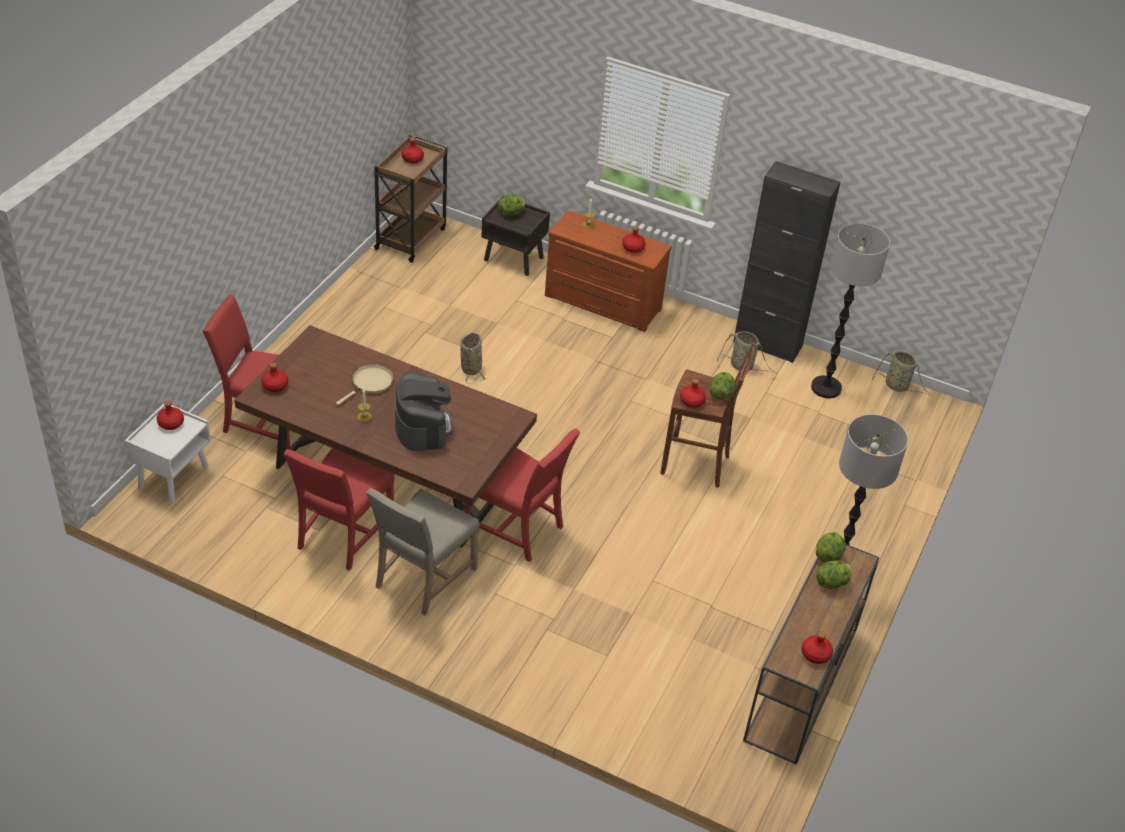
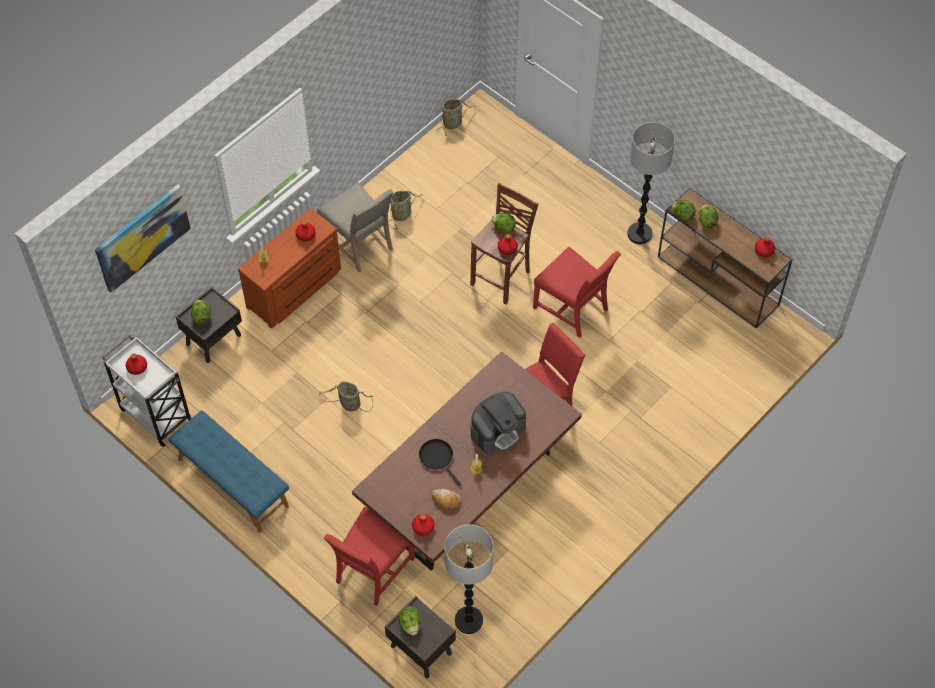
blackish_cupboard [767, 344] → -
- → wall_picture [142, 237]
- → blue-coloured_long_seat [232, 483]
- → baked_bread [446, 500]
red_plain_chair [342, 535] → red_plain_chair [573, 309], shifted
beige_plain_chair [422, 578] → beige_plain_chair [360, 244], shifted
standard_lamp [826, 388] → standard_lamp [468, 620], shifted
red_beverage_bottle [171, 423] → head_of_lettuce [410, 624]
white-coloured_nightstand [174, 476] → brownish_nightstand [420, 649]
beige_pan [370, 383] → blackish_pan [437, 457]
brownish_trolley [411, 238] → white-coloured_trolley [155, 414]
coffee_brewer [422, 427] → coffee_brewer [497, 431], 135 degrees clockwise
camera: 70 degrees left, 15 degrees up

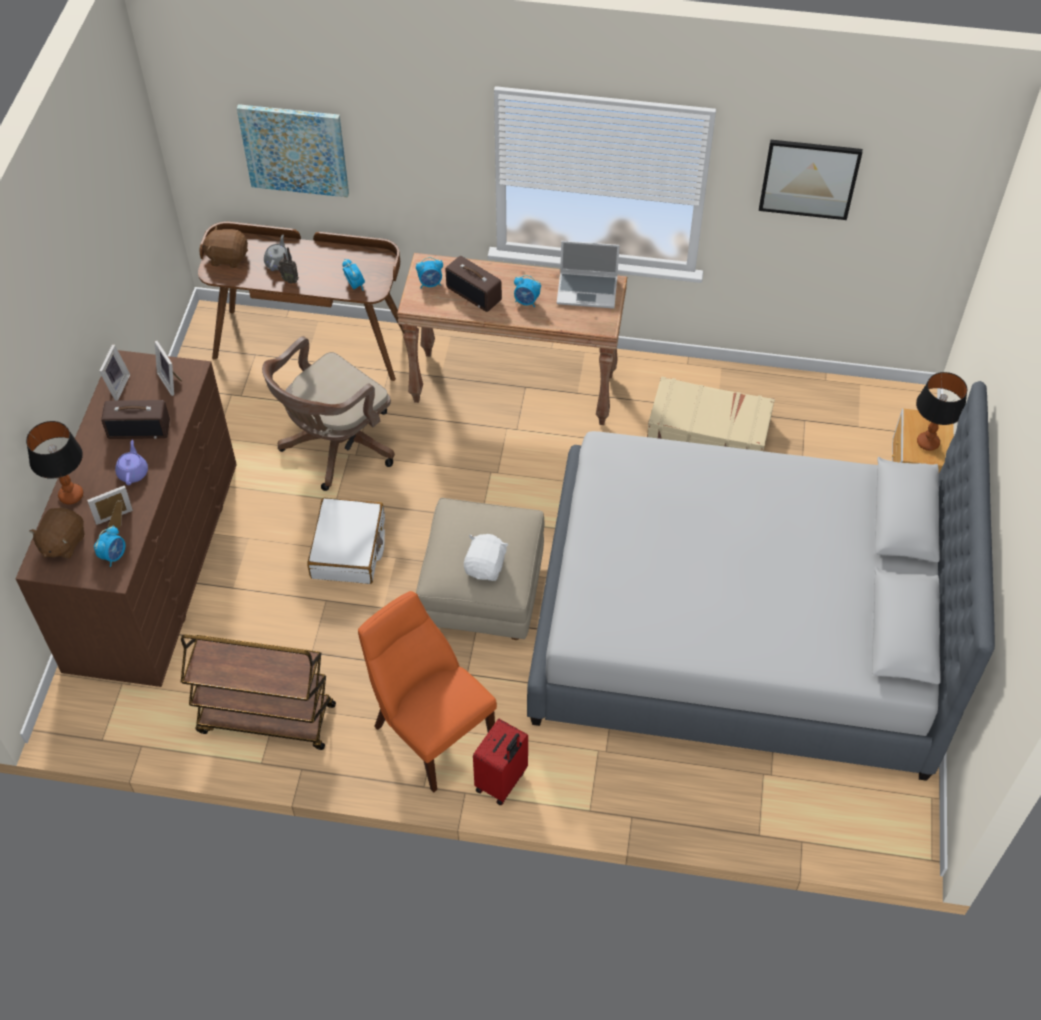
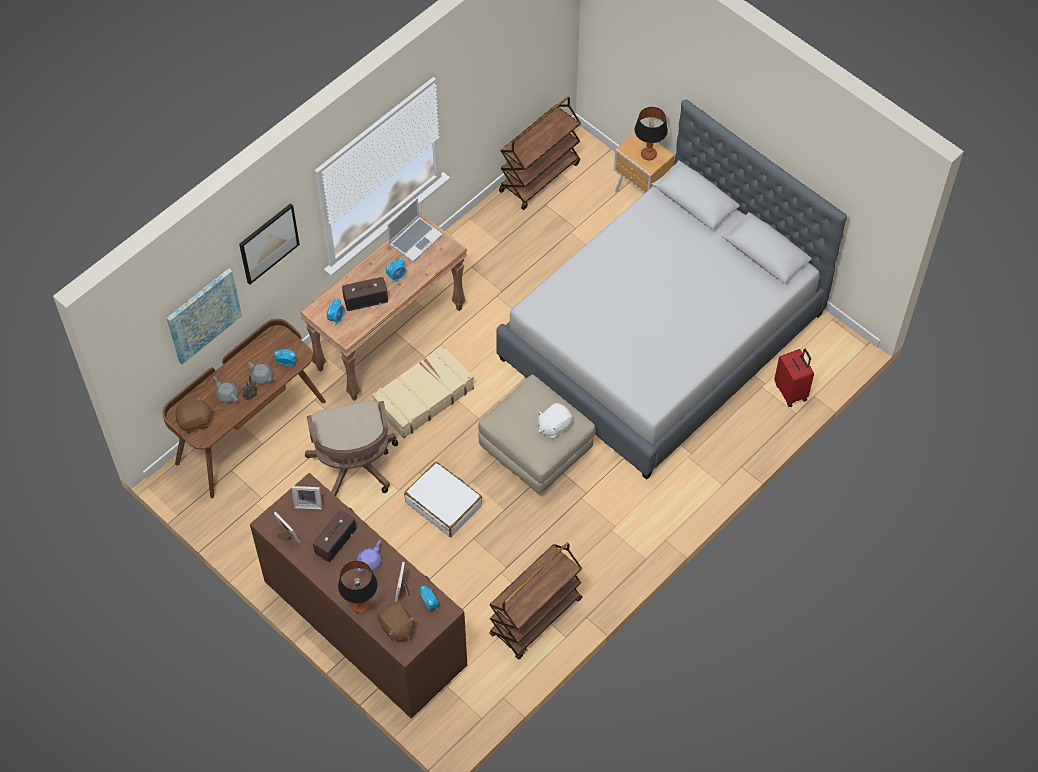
orangey_plain_chair [430, 731] → -
- → gray_pot_for_tea [262, 377]
- → brownish_trolley [539, 176]
red_piece_of_luggage [502, 781] → red_piece_of_luggage [791, 391], shifted
beige_piece_of_luggage [708, 429] → beige_piece_of_luggage [423, 397], shifted
wall_picture [809, 179] → wall_picture [268, 243], shifted
purple_pot_for_tea [133, 472] → purple_pot_for_tea [369, 561], 90 degrees clockwise
brownish_plush_toy [228, 257] → brownish_plush_toy [195, 422], 150 degrees counterclockwise
white-coloured_plush_toy [485, 567] → white-coloured_plush_toy [554, 426], 90 degrees counterclockwise
camera: 55 degrees left, 5 degrees up

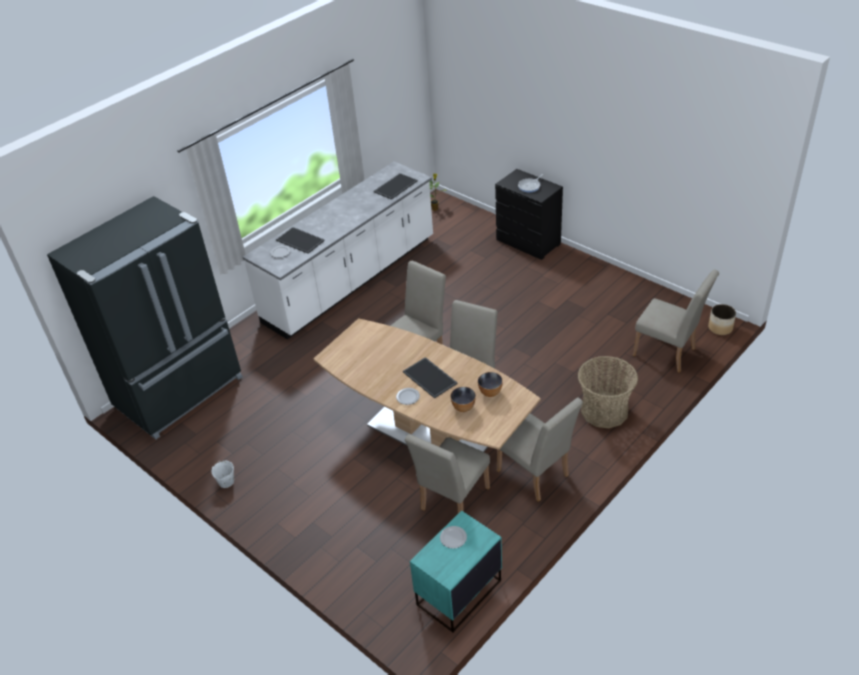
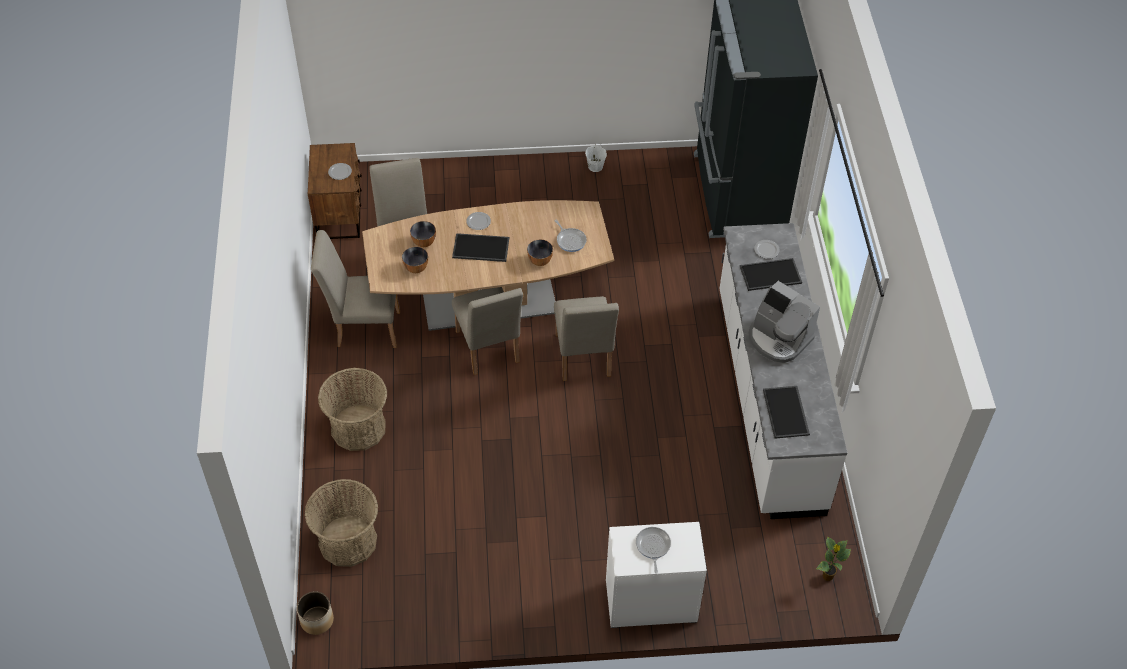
- → bowl [540, 261]
- → pan [570, 240]
- → coffee_brewer [778, 339]
beige_plain_chair [668, 354] → basket [347, 541]
turquoise-coloured_nightstand [458, 593] → brownish_nightstand [340, 214]
blackish_drawer_chest [528, 242] → white-coloured_drawer_chest [650, 601]
camera: 130 degrees right, 10 degrees up

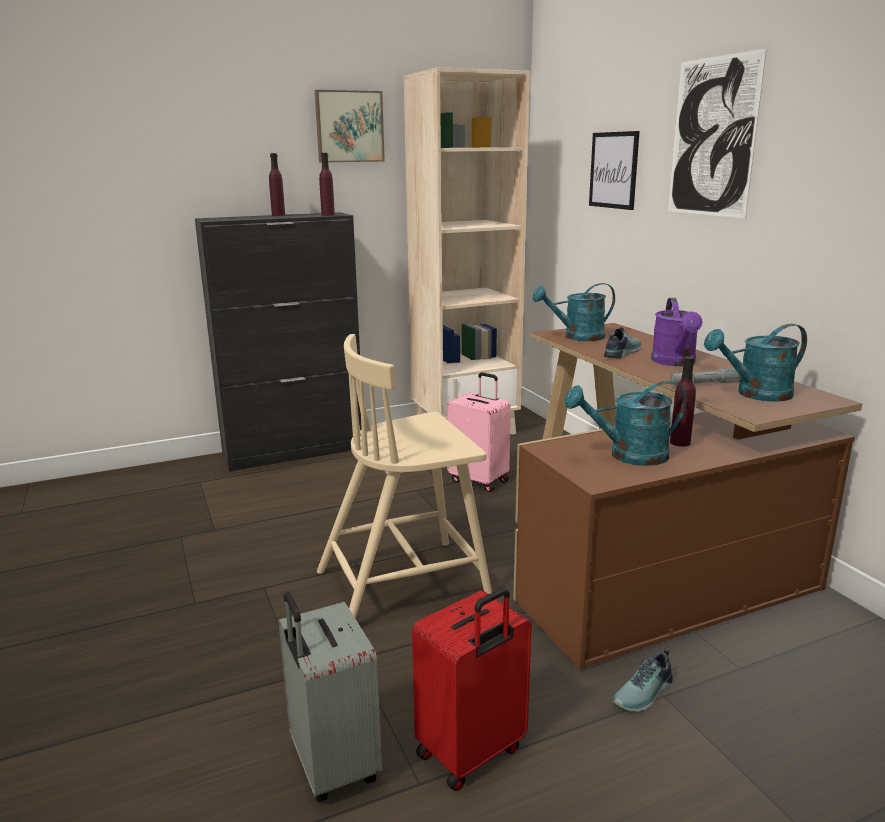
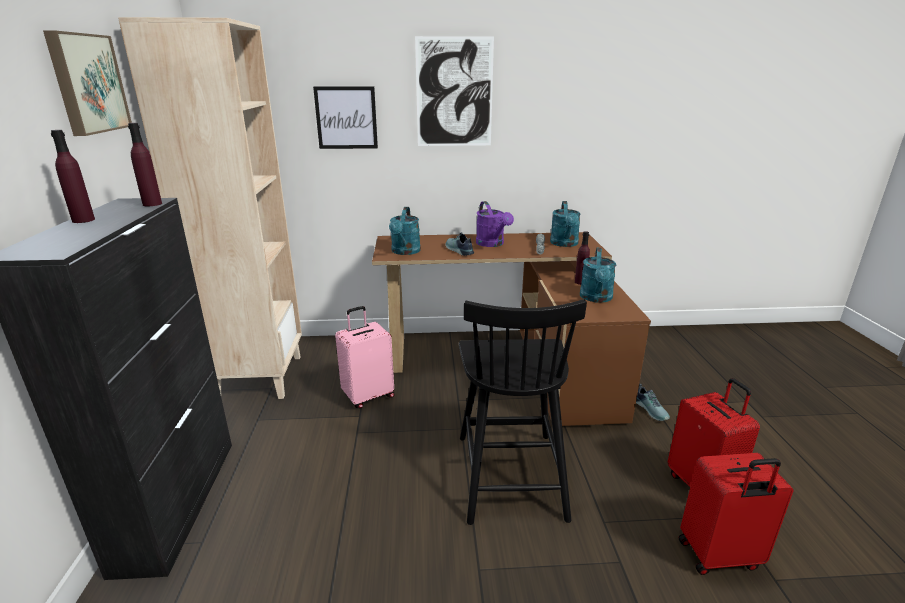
gray_piece_of_luggage [331, 765] → red_piece_of_luggage [719, 556]
beige_plain_chair [405, 583] → blackish_plain_chair [510, 473]
purple_watering_pot [675, 362] → purple_watering_pot [492, 244], 45 degrees clockwise
camera: 70 degrees left, 5 degrees up

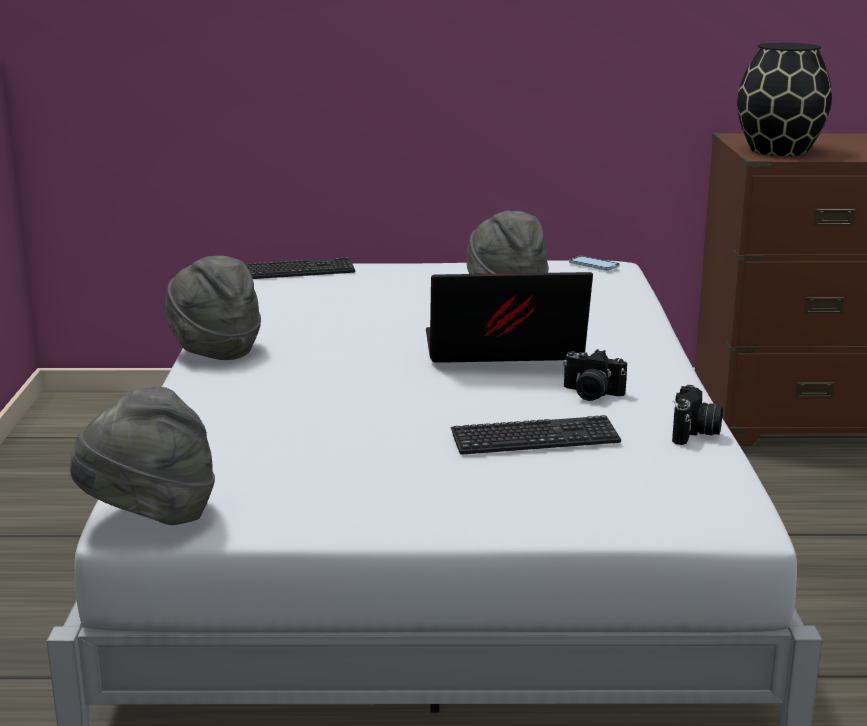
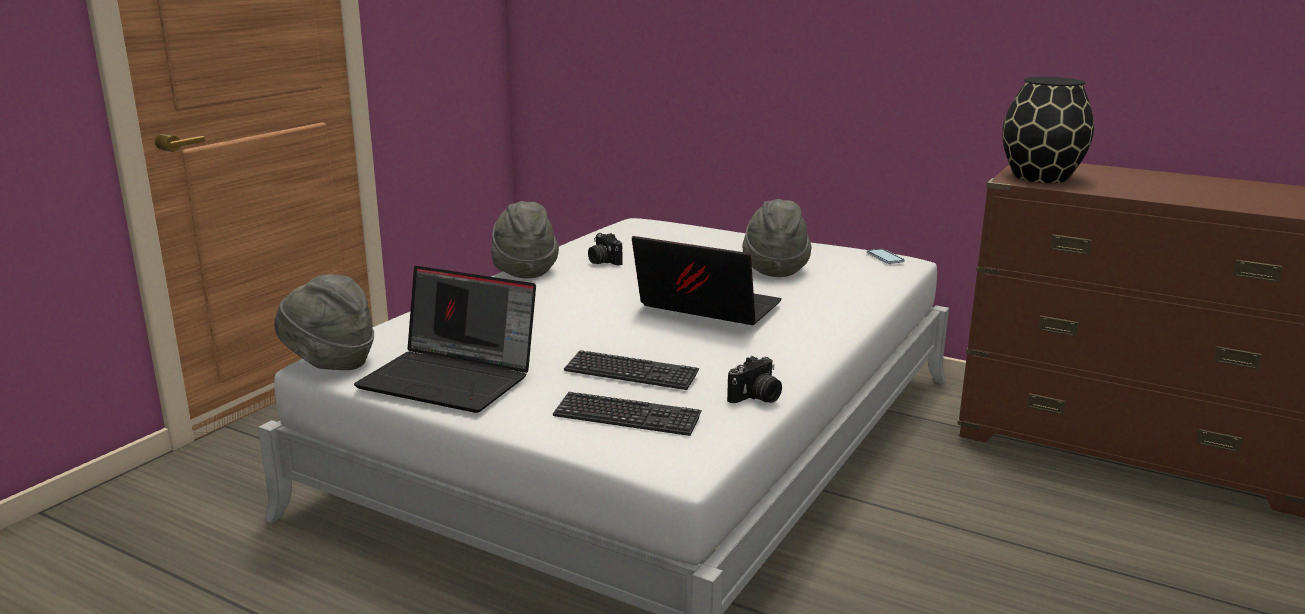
- → portable_computer [452, 379]
computer_keyboard [297, 271] → computer_keyboard [627, 417], shifted
photo_camera [591, 394] → photo_camera [603, 261], shifted
camera: 30 degrees right, 0 degrees up

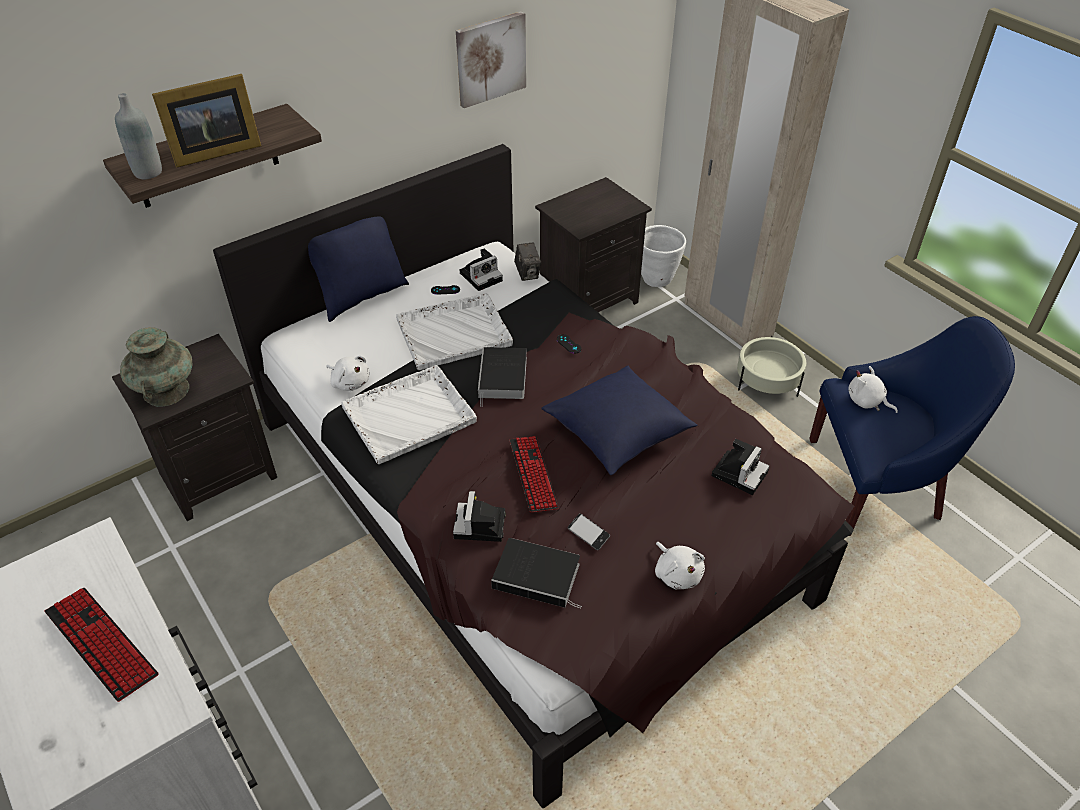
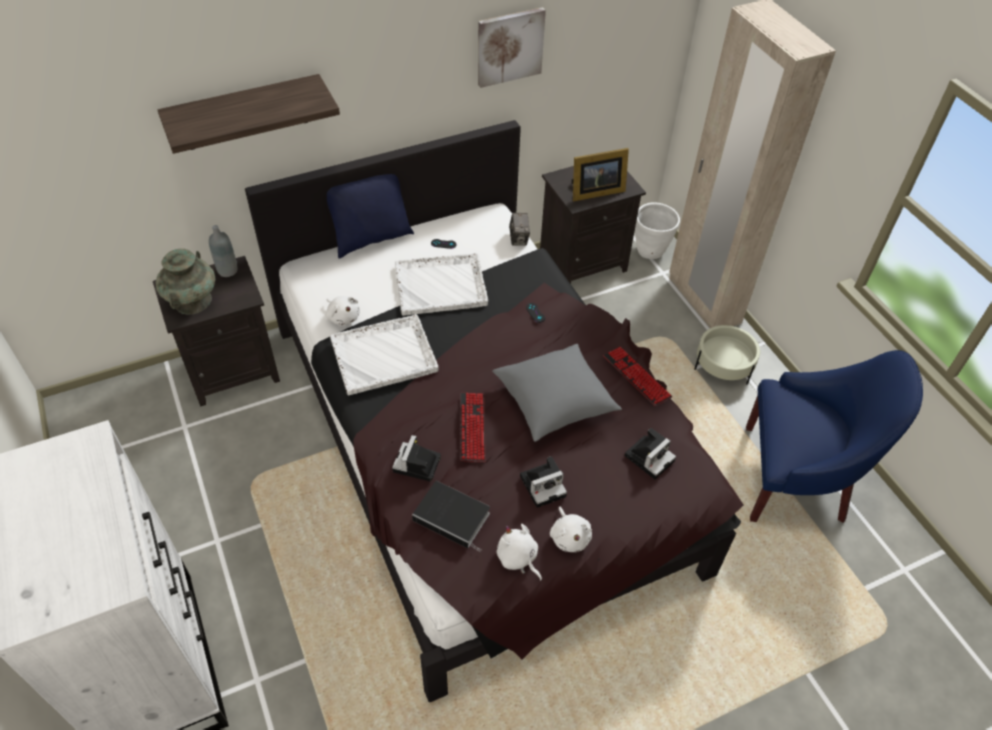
book [503, 378] → -
handset [588, 534] → -
computer_keyboard [101, 644] → computer_keyboard [636, 377], shifted
gray_beverage_bottle [148, 172] → gray_beverage_bottle [227, 270], shifted
picture_frame [213, 152] → picture_frame [594, 192], shifted
photo_camera [482, 276] → photo_camera [544, 485], shifted
white-coloured_plush_toy [867, 402] → white-coloured_plush_toy [518, 558], shifted
blue-coloured_cushion [617, 434] → gray_cushion [554, 403]
camera: 10 degrees right, 5 degrees up

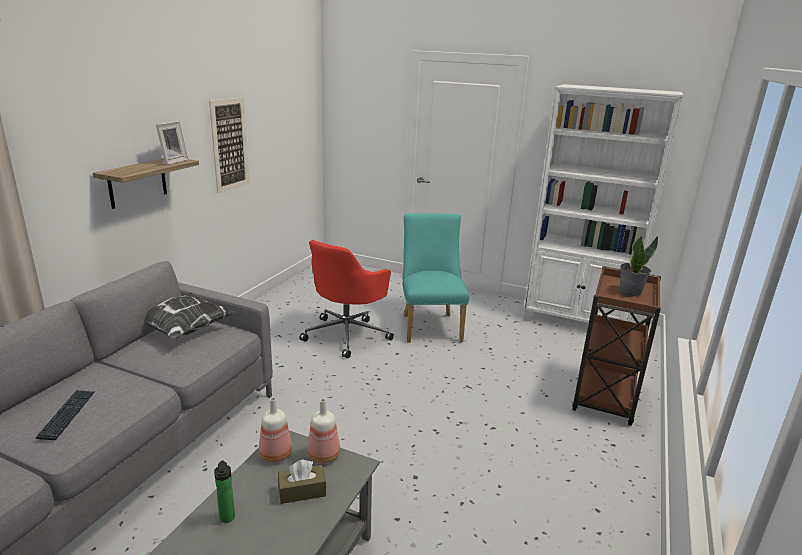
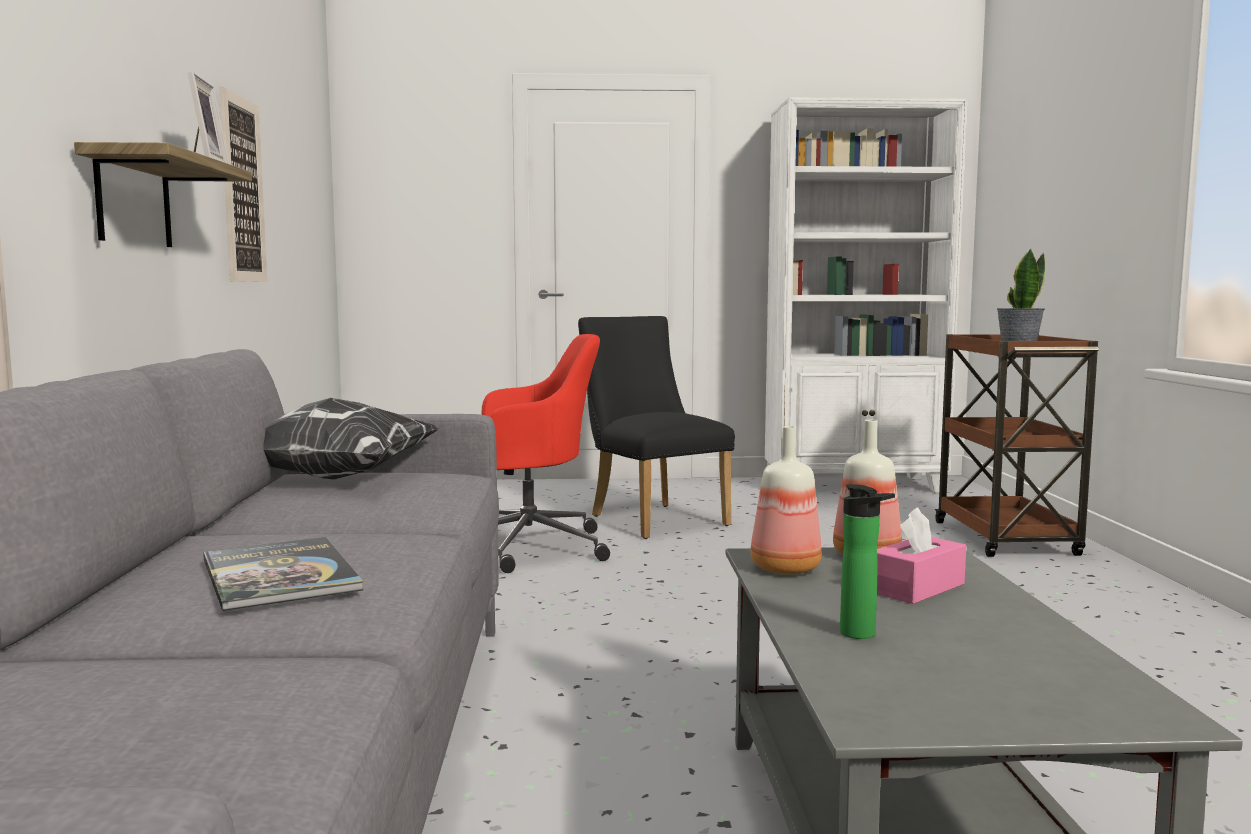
computer_keyboard [67, 415] → book [280, 575]
brownish_tissue_box [302, 491] → pinkish_tissue_box [917, 588]
turquoise-coloured_plain_chair [430, 325] → blackish_plain_chair [652, 519]
red_office_chair [347, 334] → red_office_chair [526, 547], 105 degrees counterclockwise
camera: 25 degrees left, 15 degrees down

